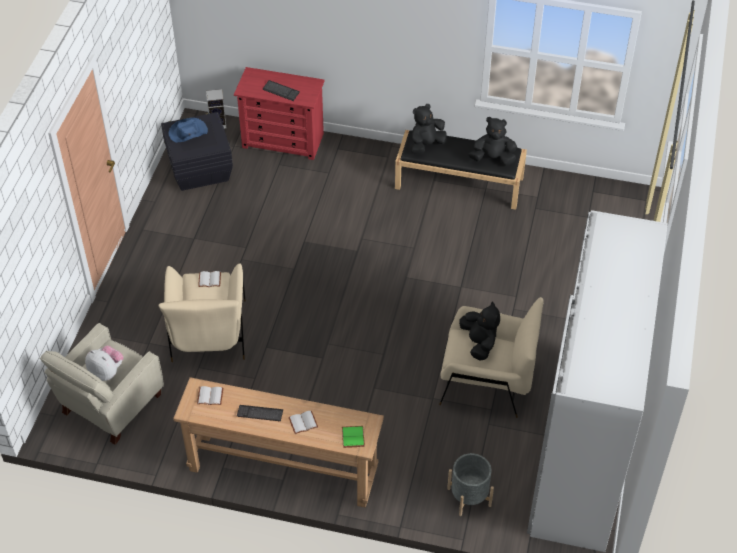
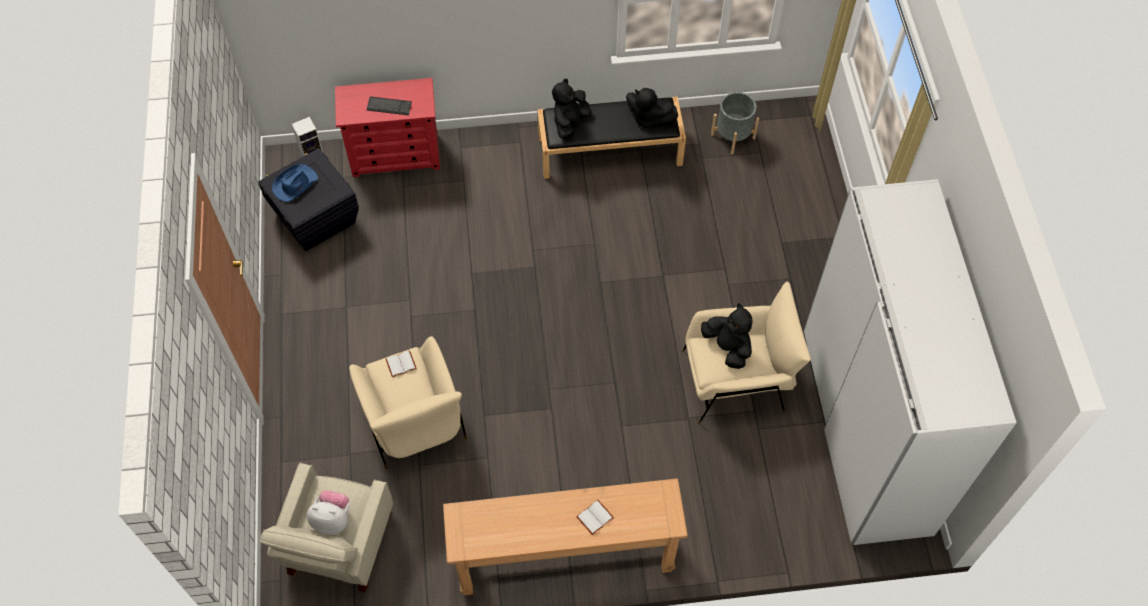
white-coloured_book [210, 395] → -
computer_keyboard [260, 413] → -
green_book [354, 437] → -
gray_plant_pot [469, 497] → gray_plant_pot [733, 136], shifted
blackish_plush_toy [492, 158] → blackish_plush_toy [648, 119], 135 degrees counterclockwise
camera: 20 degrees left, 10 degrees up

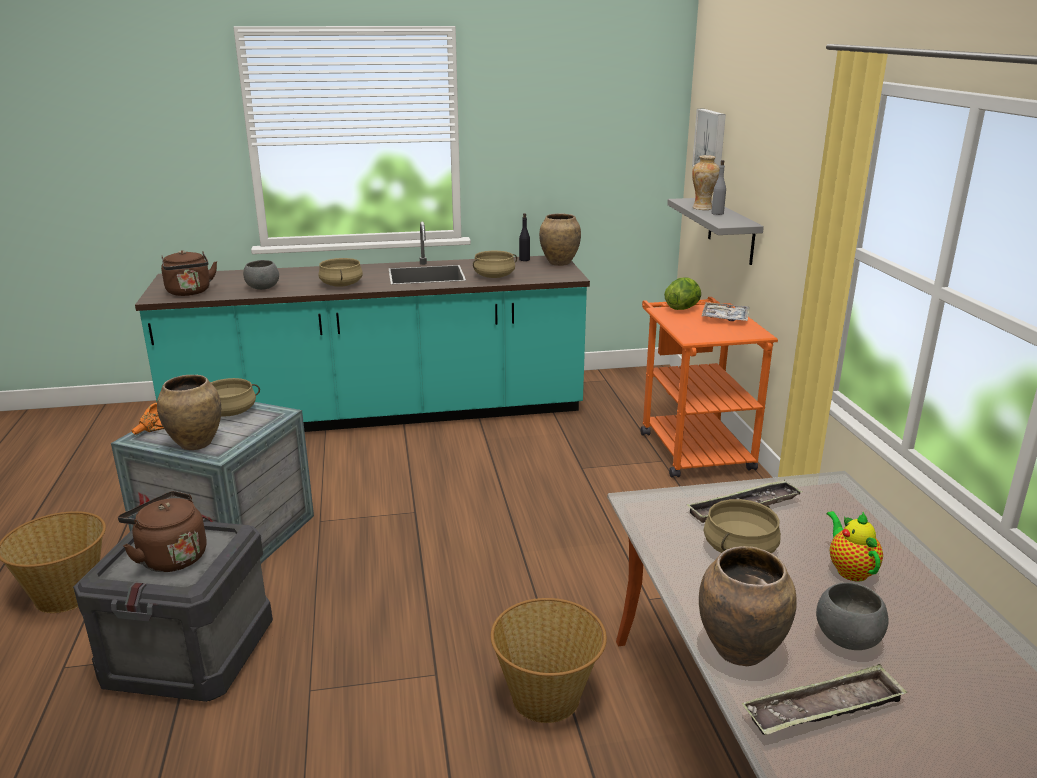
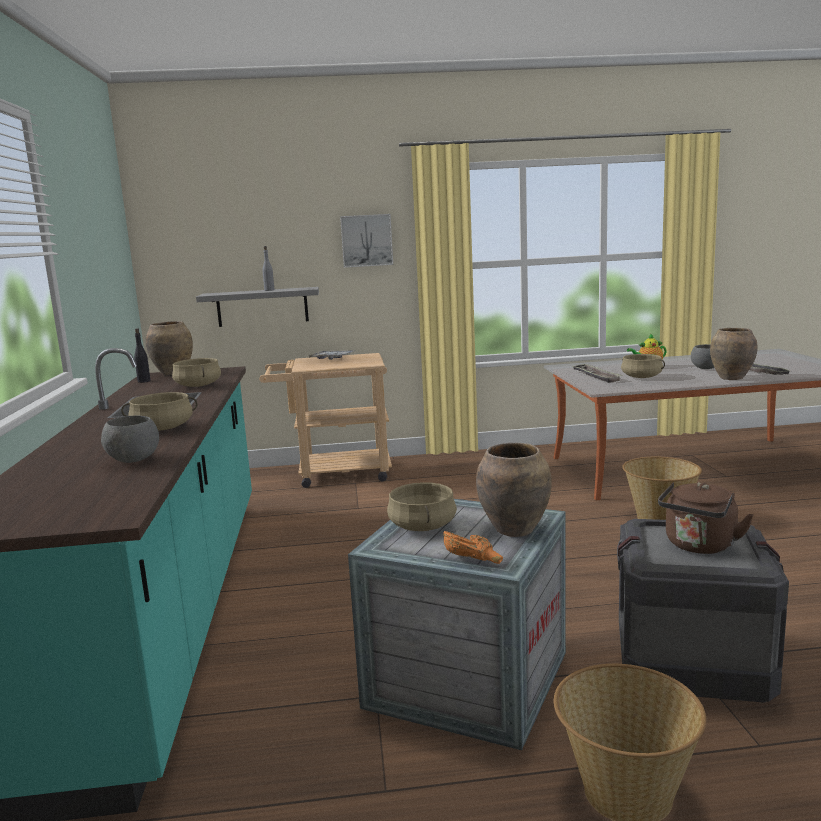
brownish_water_kettle [189, 292] → -
head_of_lettuce [683, 308] → -
decorative_vase [703, 208] → -
wall_picture [711, 141] → wall_picture [366, 240], shifted
orangey_trolley [691, 446] → beige_trolley [334, 474]
camera: 85 degrees left, 10 degrees down

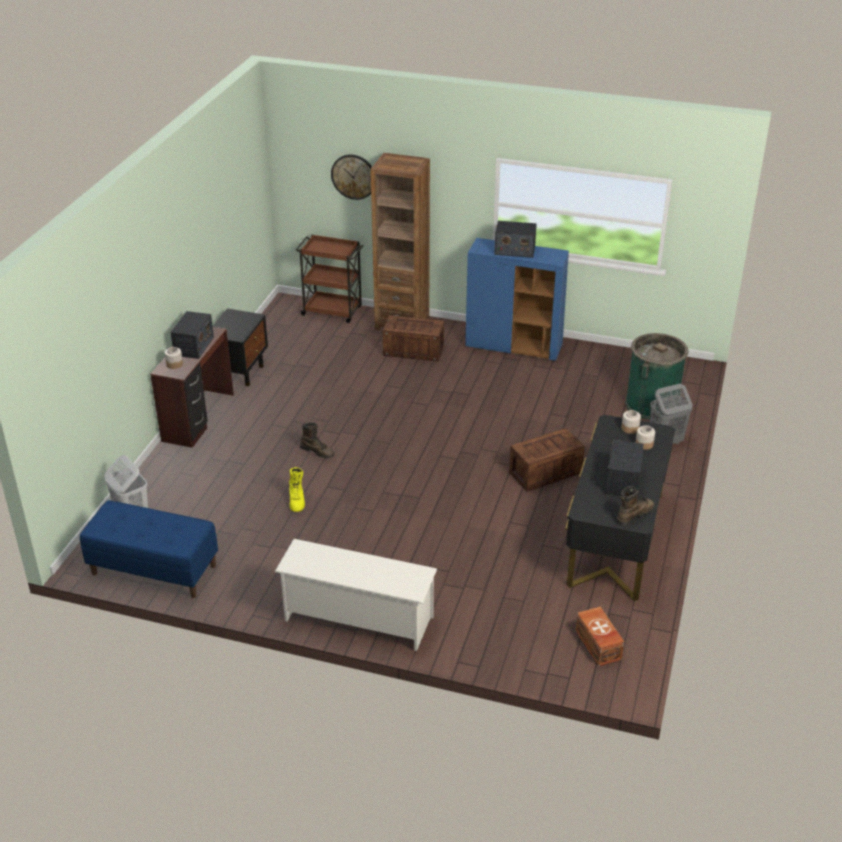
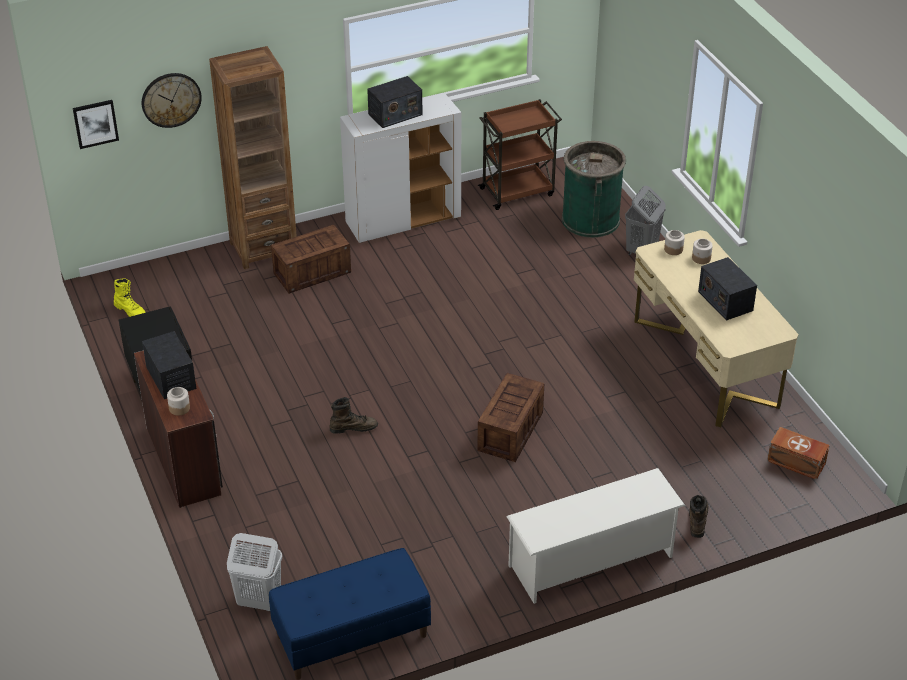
- → wall_picture [95, 123]
yellow-coloured_boot [297, 500] → yellow-coloured_boot [131, 311], shifted
brownish_trolley [333, 311] → brownish_trolley [518, 191], shifted
crate [544, 473] → crate [510, 432], shifted
brownish_boot [634, 514] → brownish_boot [697, 519], shifted
blue-coloured_cupboard [514, 346] → white-coloured_cupboard [403, 220]
blackish_desk_table [615, 539] → beige_desk_table [705, 363]
camera: 40 degrees left, 5 degrees up

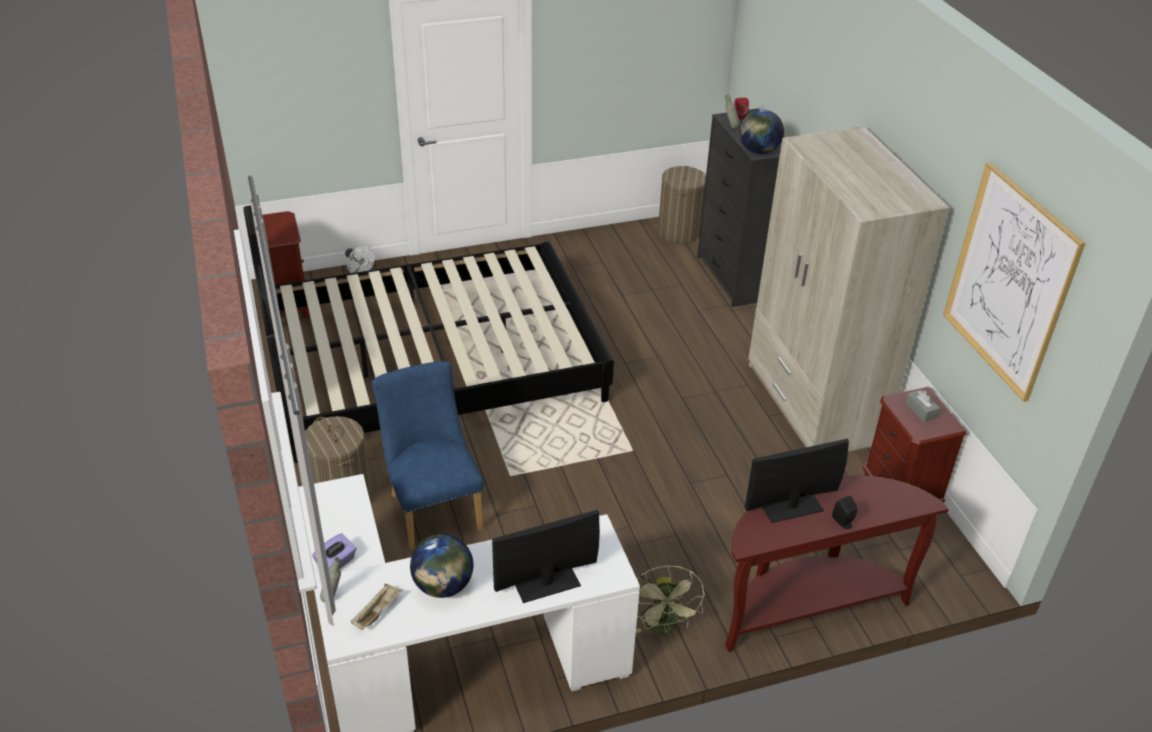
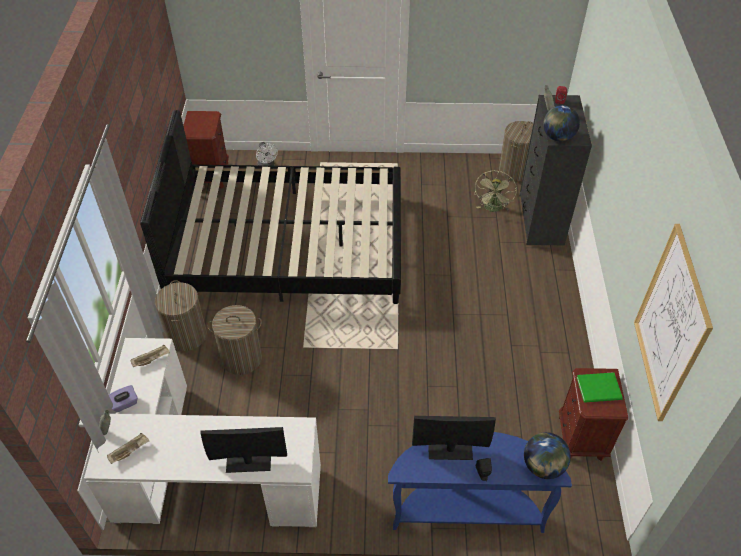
beige_wardrobe [813, 403] → -
- → beige_serving_tray [152, 359]
world_globe [443, 586] → world_globe [543, 466], shifted
green_fan [663, 627] → green_fan [493, 209], shifted
blue-coloured_plain_chair [433, 507] → hamper [242, 358]
gray_tissue_box [921, 410] → green_book [600, 389]
brownish_hall_table [807, 605] → blue-coloured_hall_table [467, 510]
camera: 20 degrees right, 10 degrees up

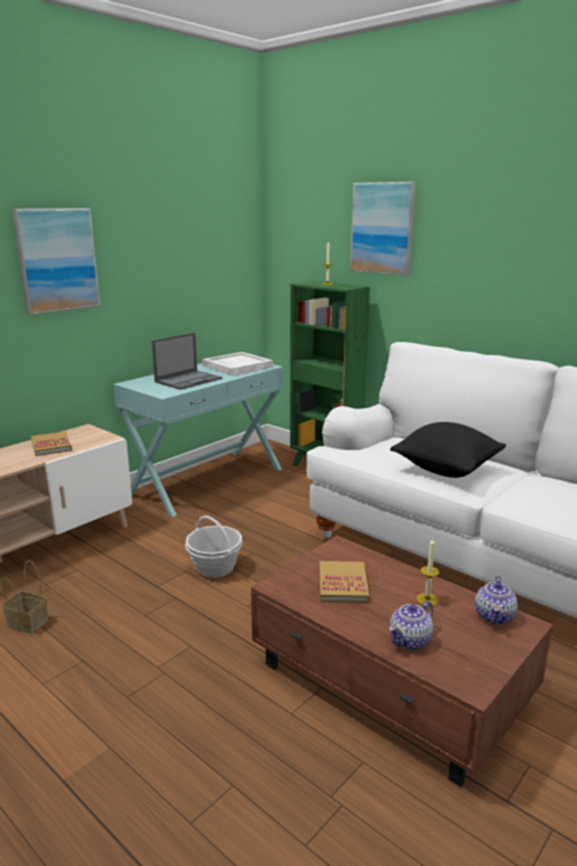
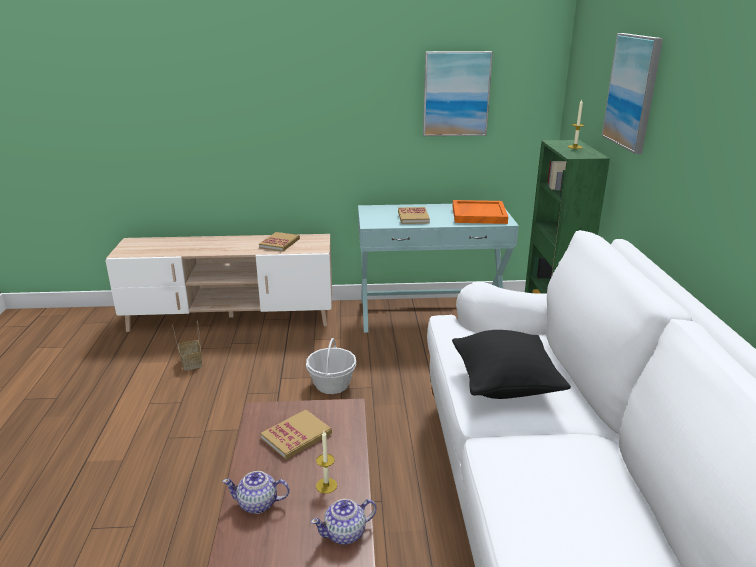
wall_picture [57, 260] → wall_picture [456, 94], shifted
portable_computer [189, 380] → book [413, 217]
white-coloured_serving_tray [236, 366] → orangey_serving_tray [478, 214]
camera: 45 degrees right, 5 degrees up

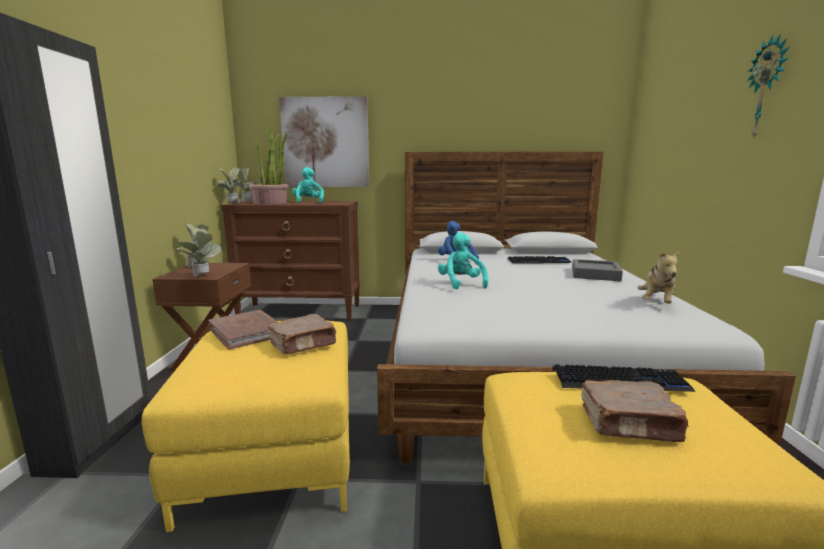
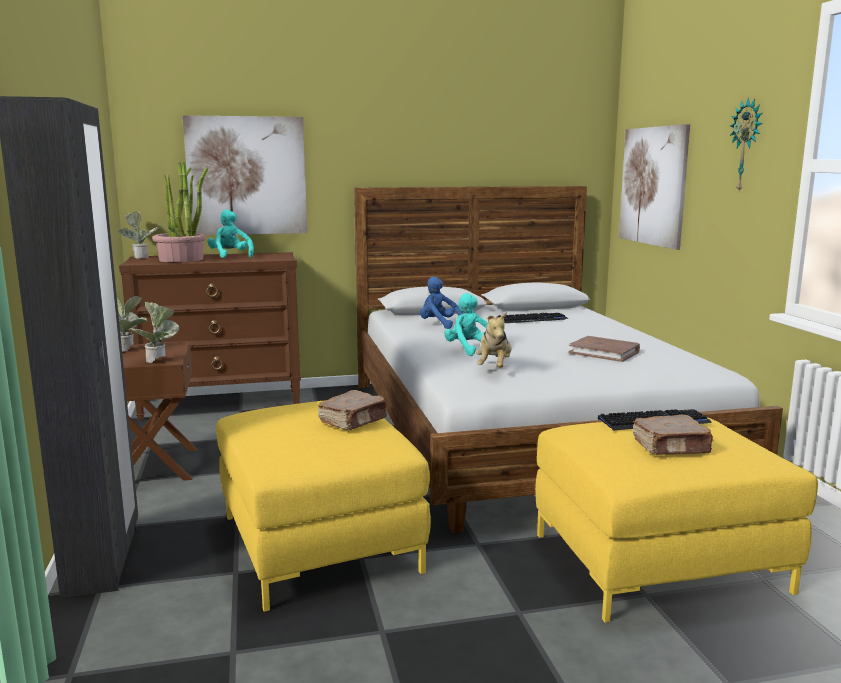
potted_plant [231, 204] → -
gray_serving_tray [595, 274] → -
- → wall_picture [653, 186]
brownish_book [247, 332] → brownish_book [604, 352], shifted
plush_toy [656, 302] → plush_toy [494, 367], shifted
camera: 15 degrees left, 0 degrees up

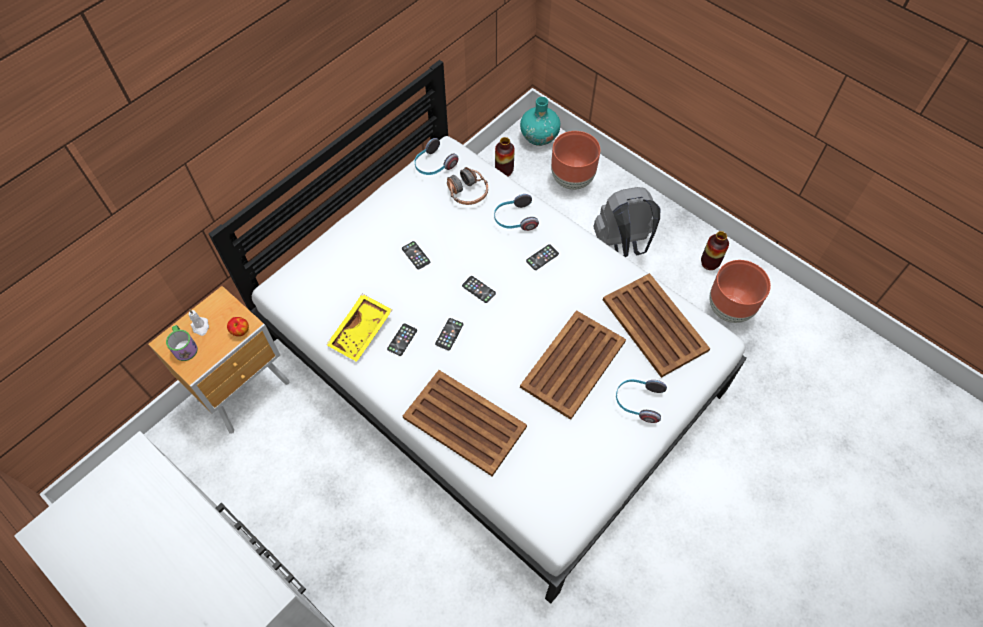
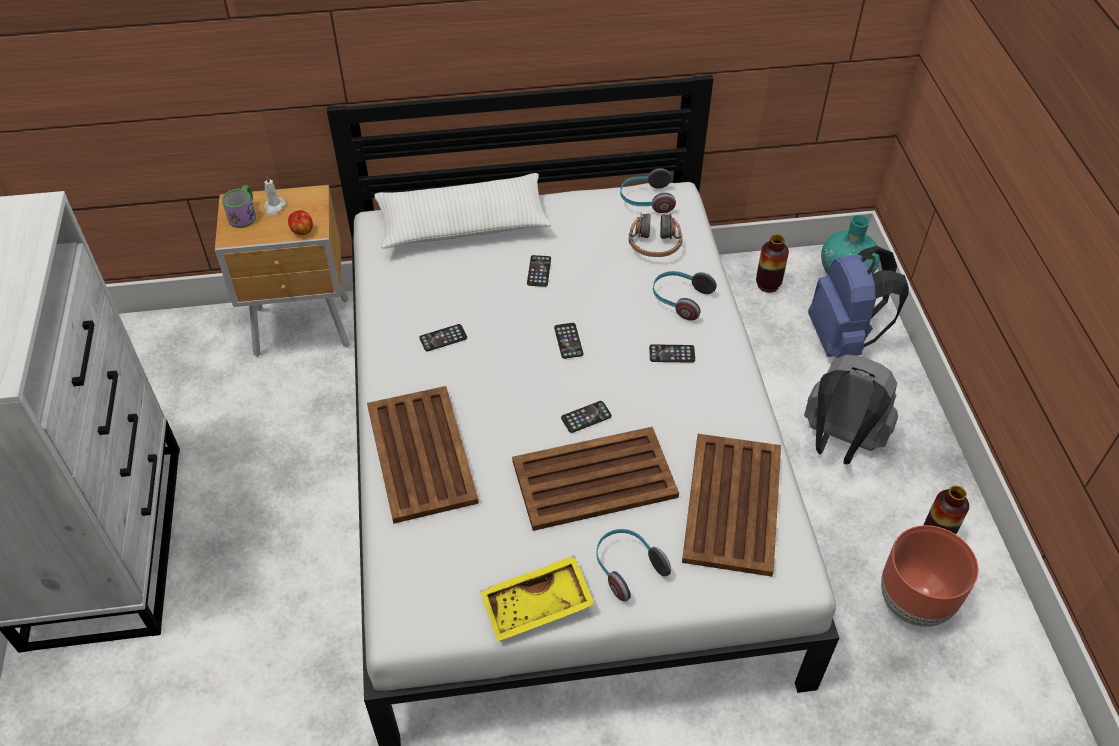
- → white-coloured_cushion [463, 224]
yellow-coloured_serving_tray [362, 332] → yellow-coloured_serving_tray [537, 607], shifted
handset [449, 334] → handset [586, 417], shifted
brownish_plant_pot [572, 179] → blue-coloured_rucksack [843, 339]
camera: 40 degrees right, 10 degrees down

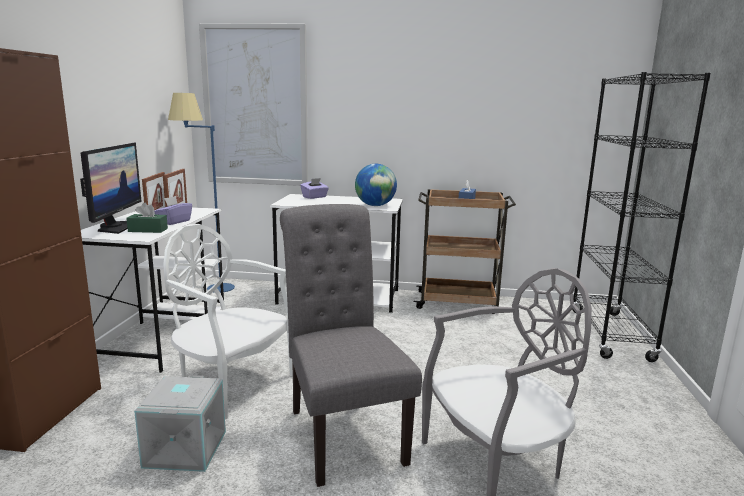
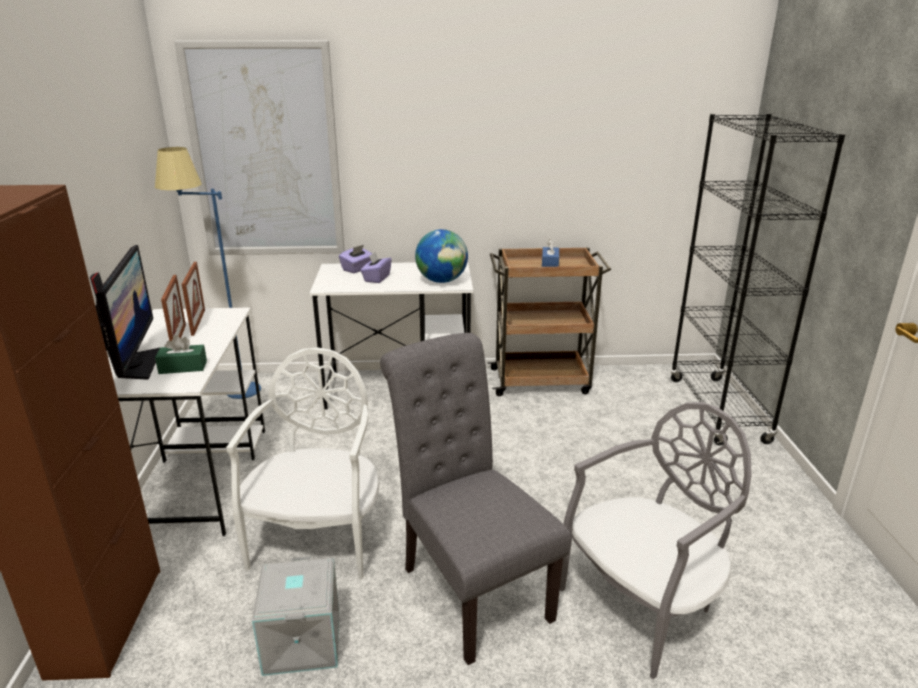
purple_tissue_box [174, 222] → purple_tissue_box [376, 278], shifted
white-coloured_plain_chair [232, 383] → white-coloured_plain_chair [318, 539], 75 degrees clockwise
camera: 10 degrees left, 10 degrees up

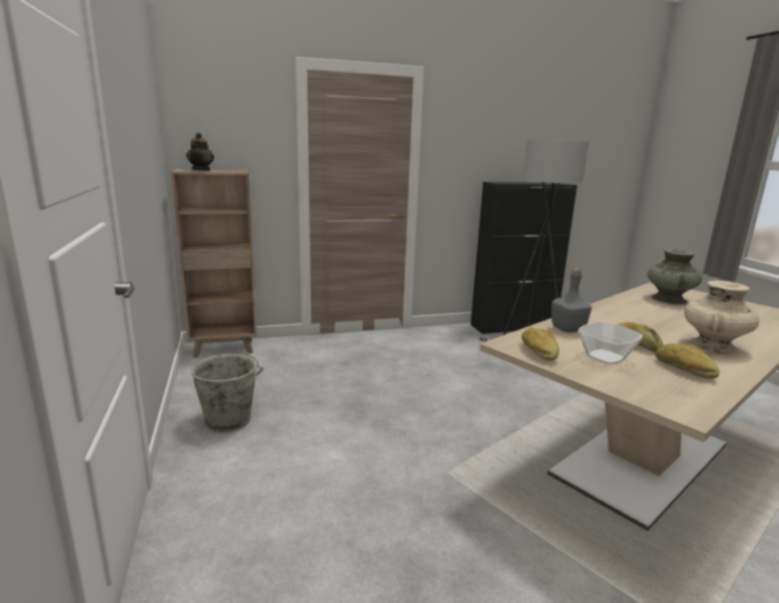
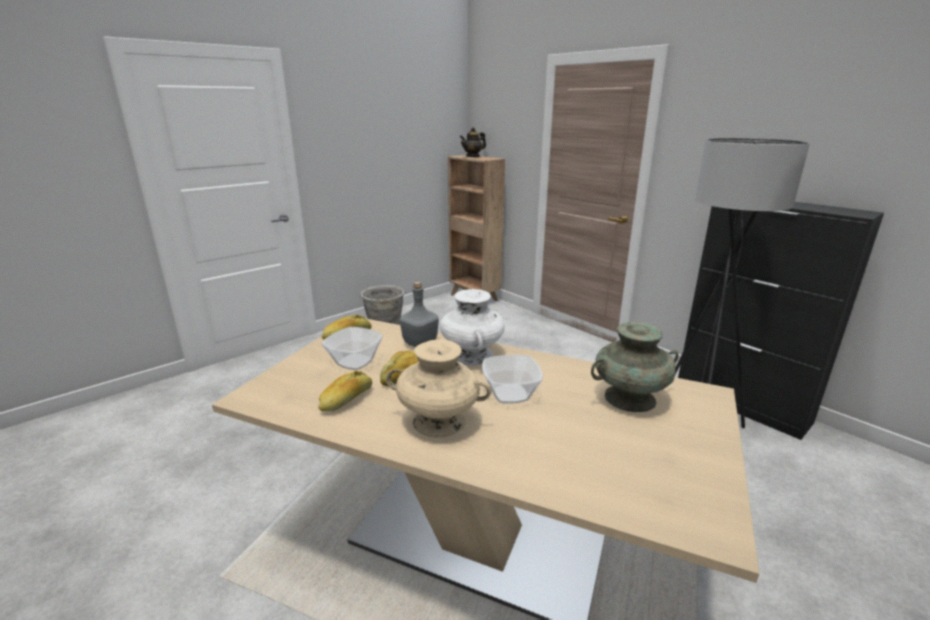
- → white-coloured_decorative_vase [472, 355]
- → bowl [510, 395]
camera: 65 degrees right, 5 degrees up

